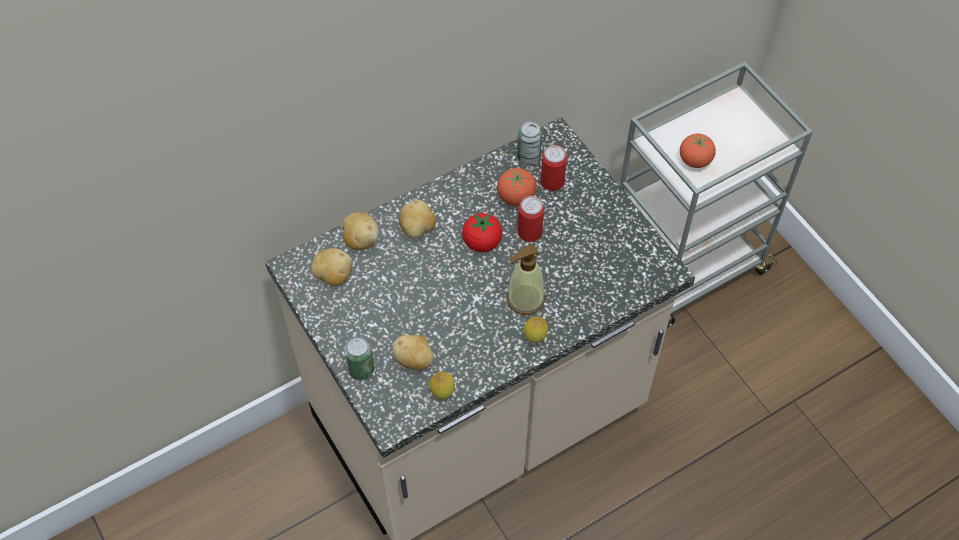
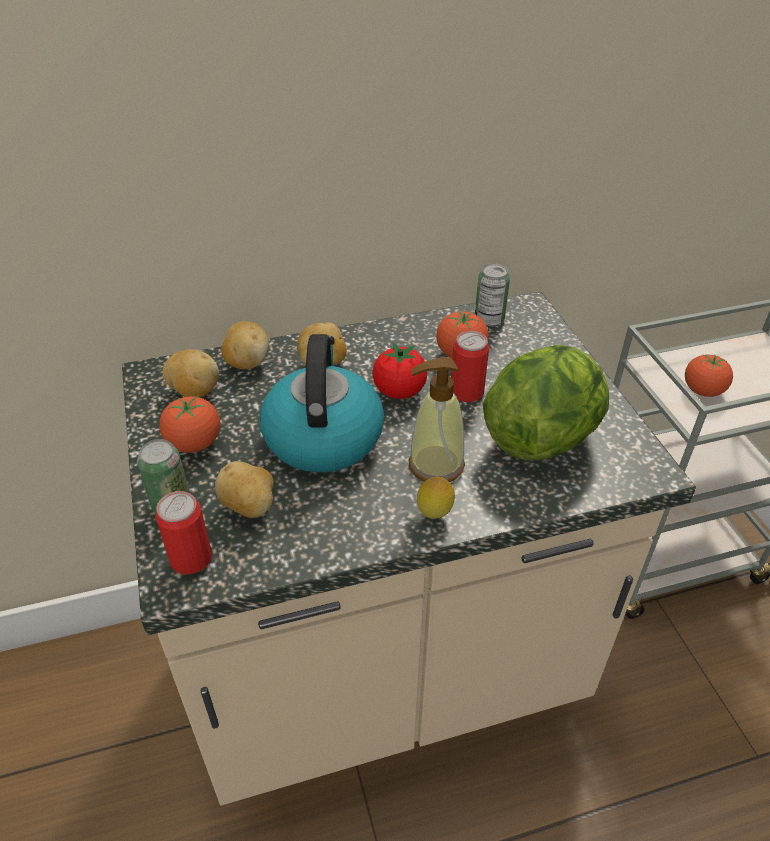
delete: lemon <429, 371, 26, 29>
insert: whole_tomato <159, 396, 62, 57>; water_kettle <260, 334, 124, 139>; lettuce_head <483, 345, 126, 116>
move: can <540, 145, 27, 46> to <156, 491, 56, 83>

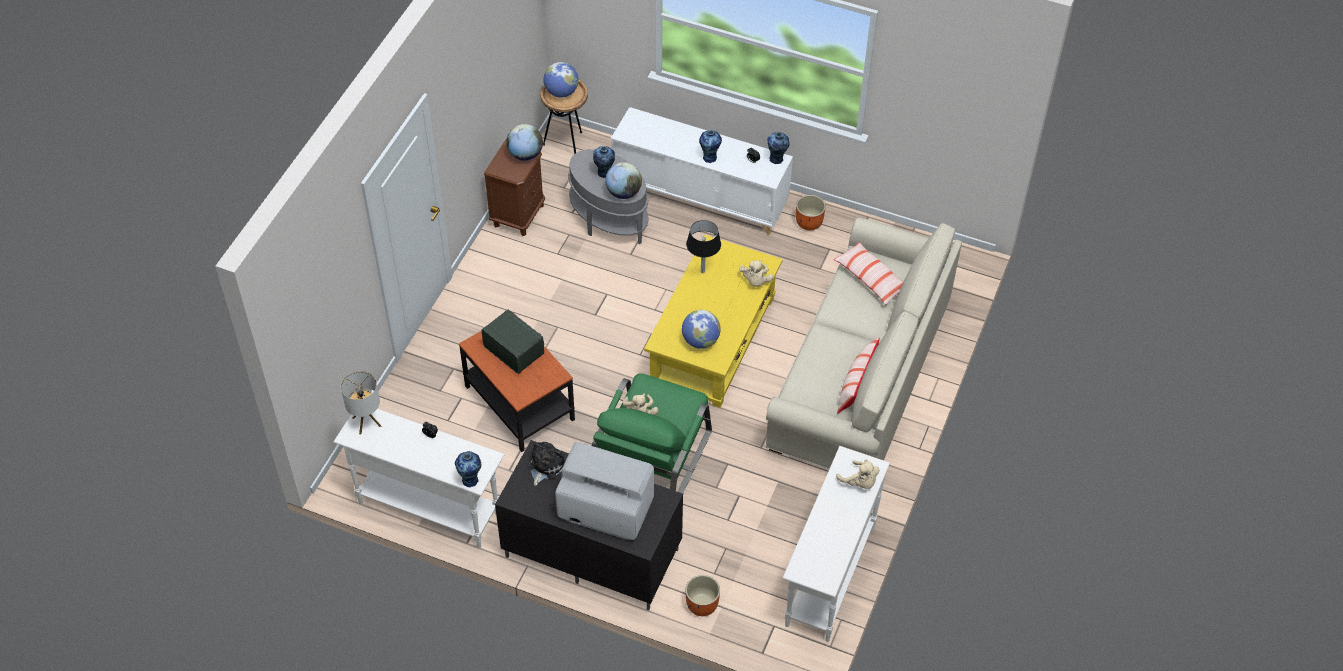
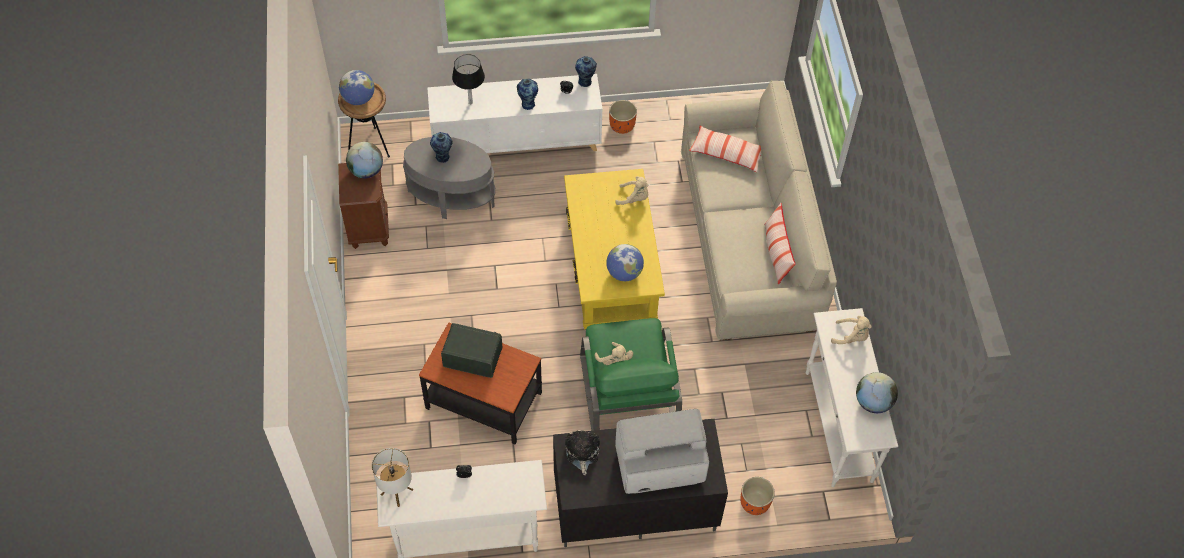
delete: vase <455, 451, 27, 37>
move: globe <605, 162, 37, 37> to <856, 372, 42, 41>; blackish_lamp_for_a_table <686, 220, 35, 53> to <452, 54, 33, 50>
rotate: sand-coloured_plush_toy <739, 260, 34, 27> = <615, 176, 34, 29> 45 degrees counterclockwise

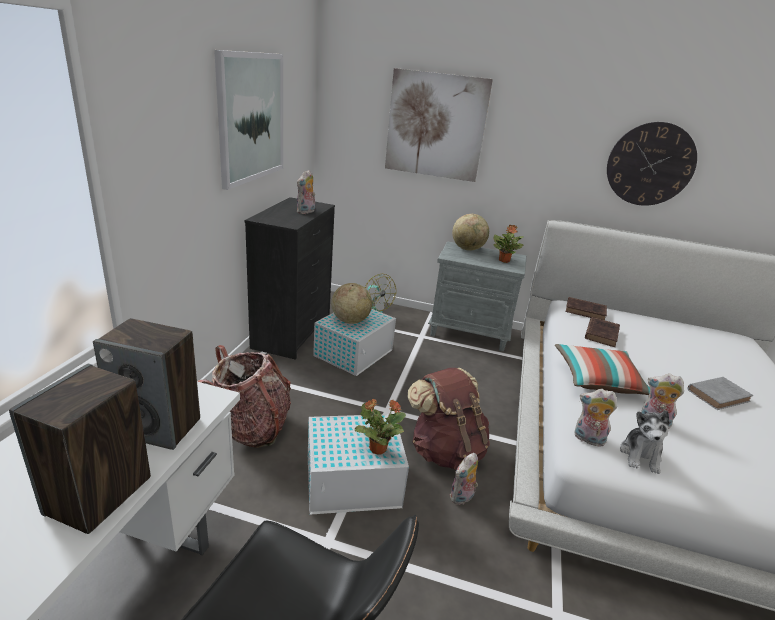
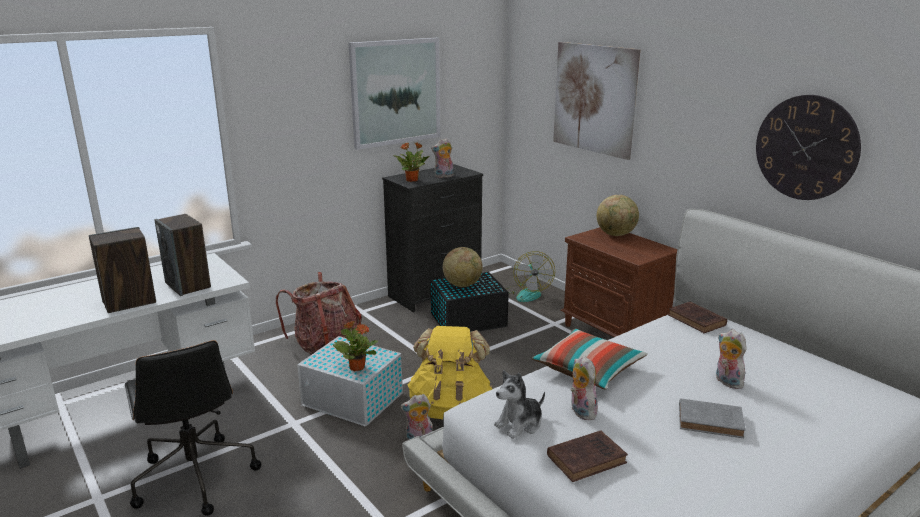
move: houseplant <493, 225, 31, 38> to <394, 142, 35, 40>; plush_toy <574, 389, 43, 59> to <716, 329, 32, 60>; brownish_bound_book <585, 317, 35, 30> to <547, 430, 81, 52>
recolor: white-coloured_storage_container <313, 309, 83, 67> to blackish_storage_container <431, 272, 78, 60>; brownish_backpack <408, 368, 82, 102> to yellow_backpack <408, 326, 84, 93>; greyish_nightstand <428, 242, 99, 109> to brownish_nightstand <560, 227, 117, 110>

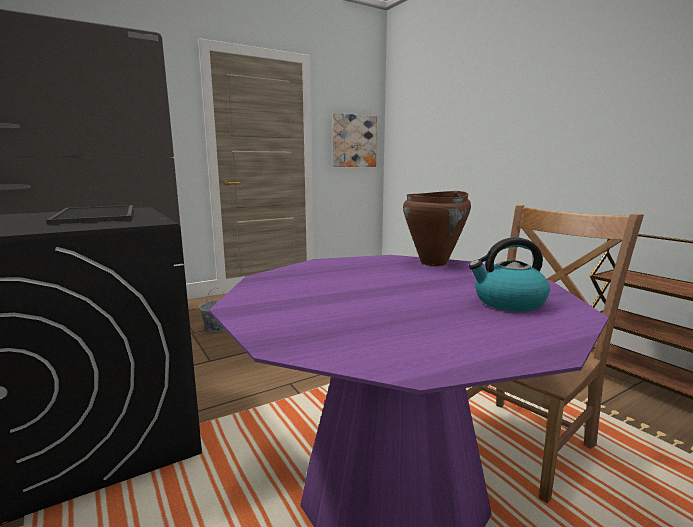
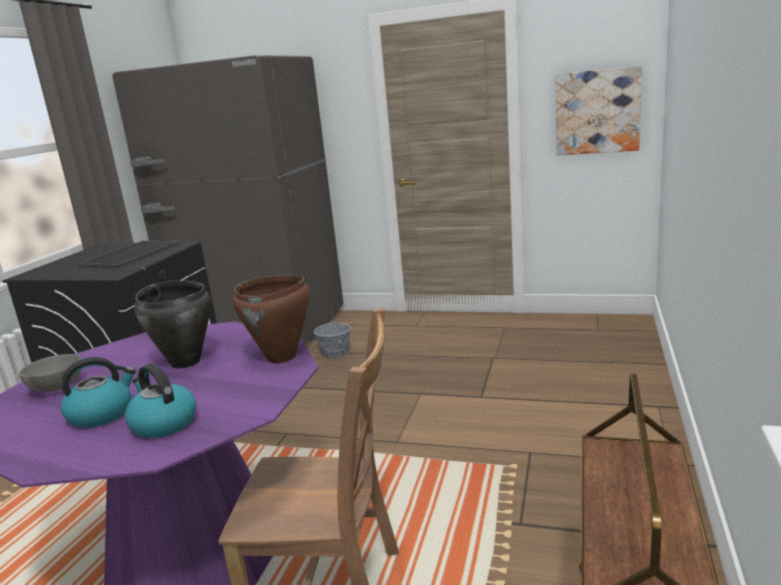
insert: greyish_deep_dish <19, 354, 62, 38>; water_kettle <61, 357, 75, 71>; blackish_stockpot <134, 280, 77, 88>

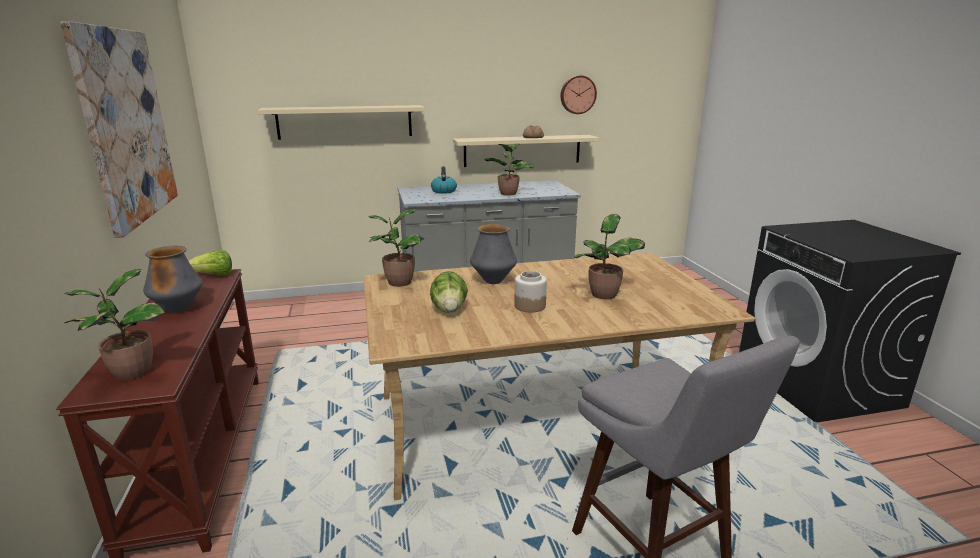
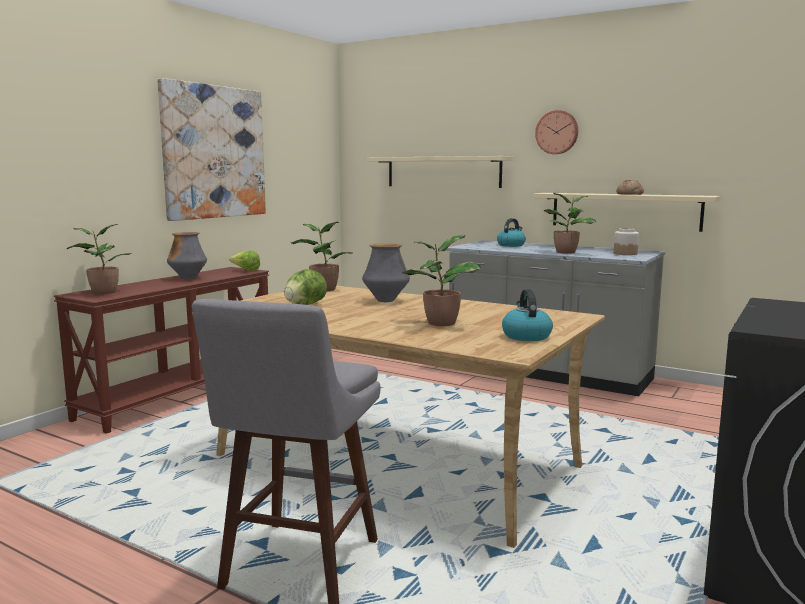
insert: water_kettle <502, 289, 51, 52>
move: storage_jar <514, 271, 33, 42> to <614, 228, 25, 27>; wall_clock <561, 75, 36, 39> to <535, 110, 43, 44>

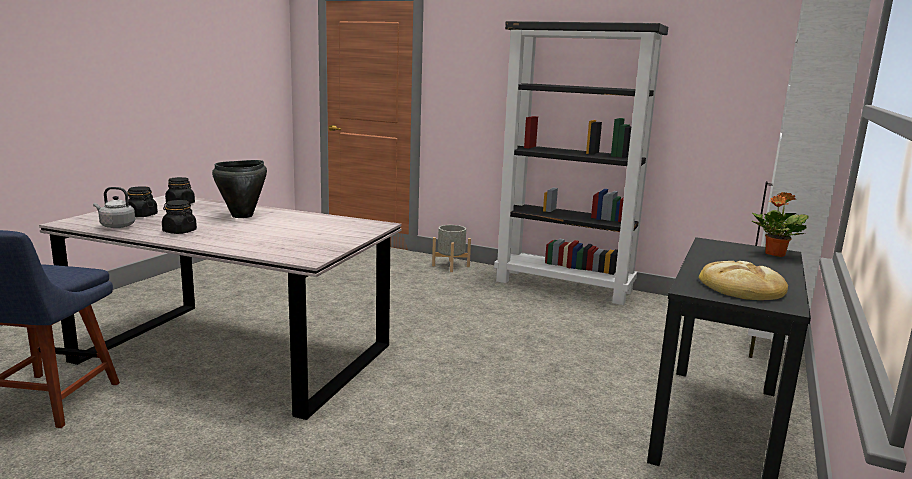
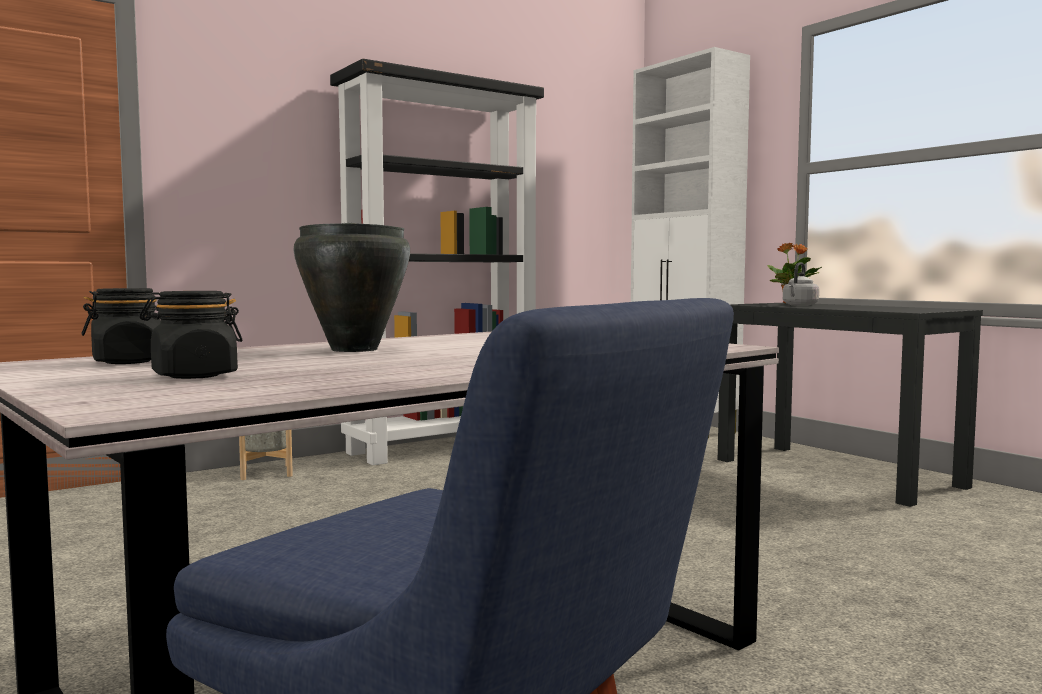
delete: blackish_storage_jar <162, 200, 35, 34>; bakery_bread <699, 261, 89, 39>
move: greyish_water_kettle <93, 187, 42, 41> to <783, 262, 36, 44>

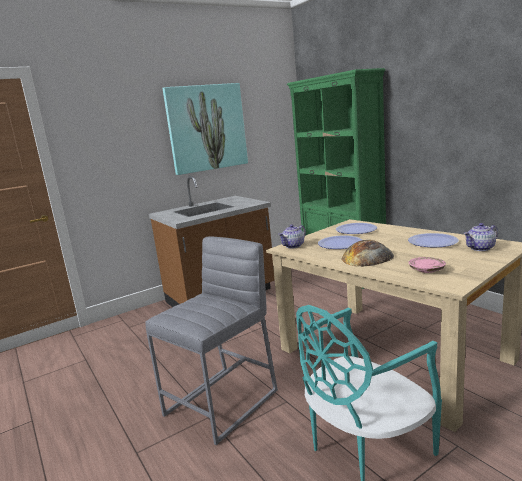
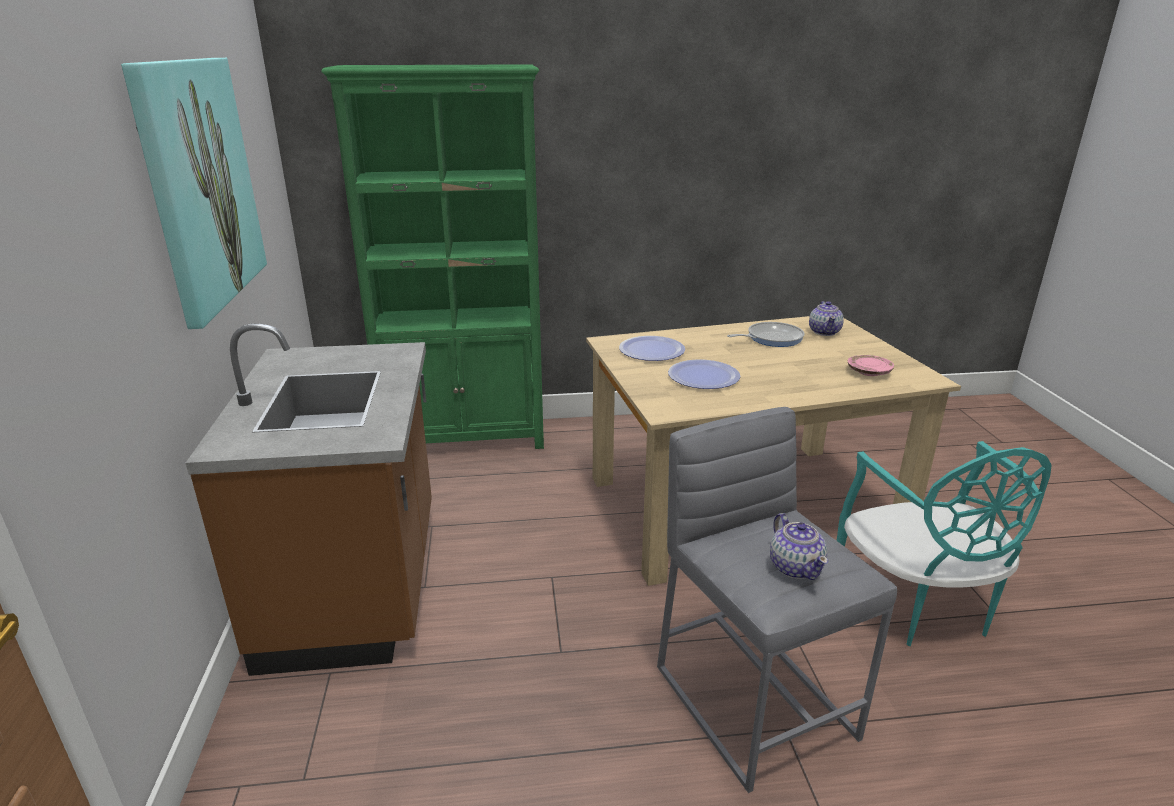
delete: bakery_bread <341, 240, 53, 27>
move: teapot <278, 224, 28, 24> to <770, 513, 58, 67>
replace: plate <408, 233, 51, 14> to skillet <727, 322, 78, 25>

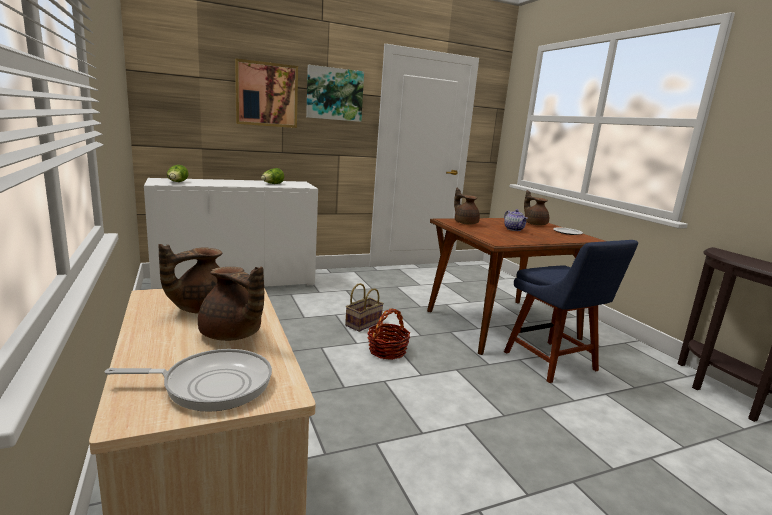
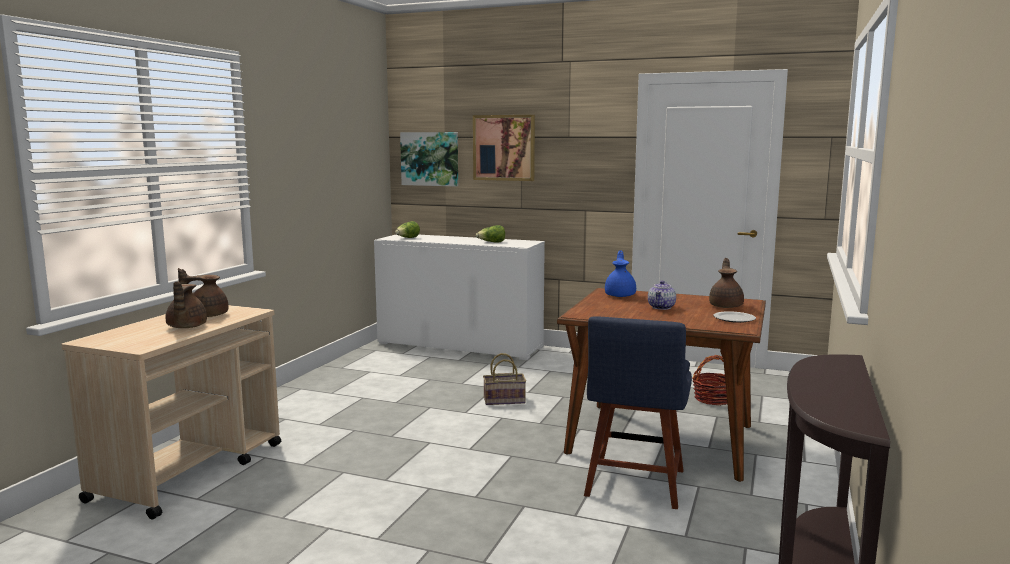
delete: skillet <105, 349, 167, 63>
move: wall_picture <306, 65, 58, 57> to <400, 132, 58, 54>; storage_basket <367, 308, 43, 52> to <692, 355, 35, 50>
recolor: brownish_teapot <454, 187, 26, 38> to blue_teapot <605, 250, 31, 47>

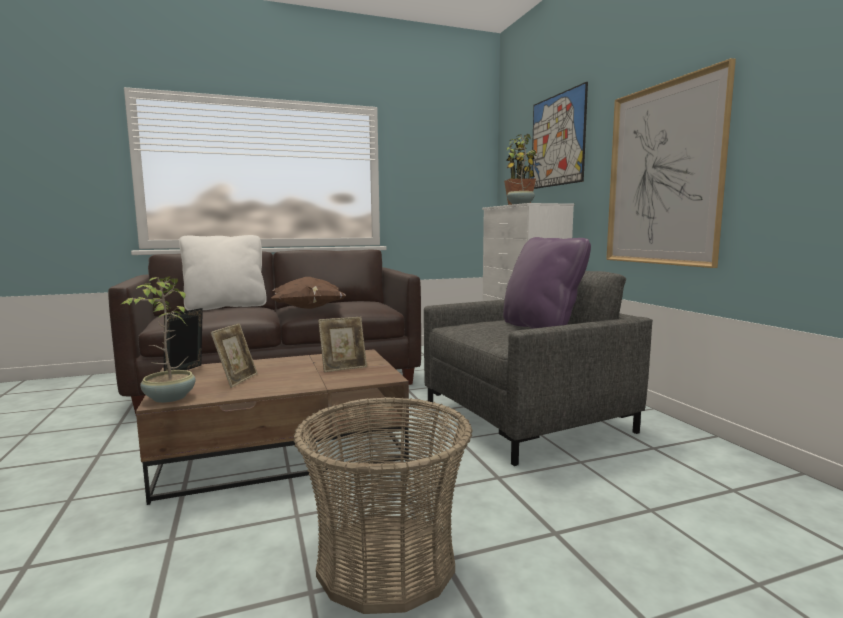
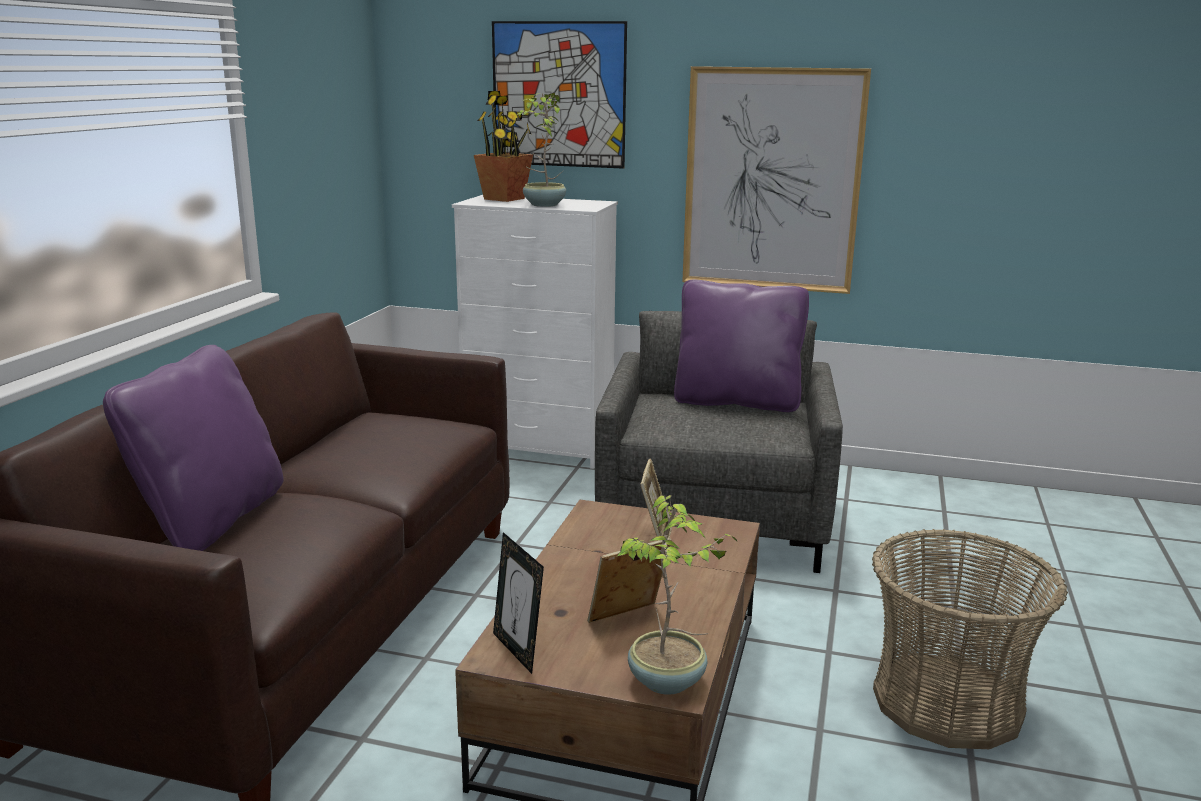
delete: brownish_throw_pillow <271, 277, 75, 32>
recolor: white-coloured_throw_pillow <179, 235, 88, 76> to purplish_throw_pillow <103, 345, 181, 206>
rotate: picture_frame <210, 323, 48, 65> = <587, 538, 84, 85> 75 degrees counterclockwise

